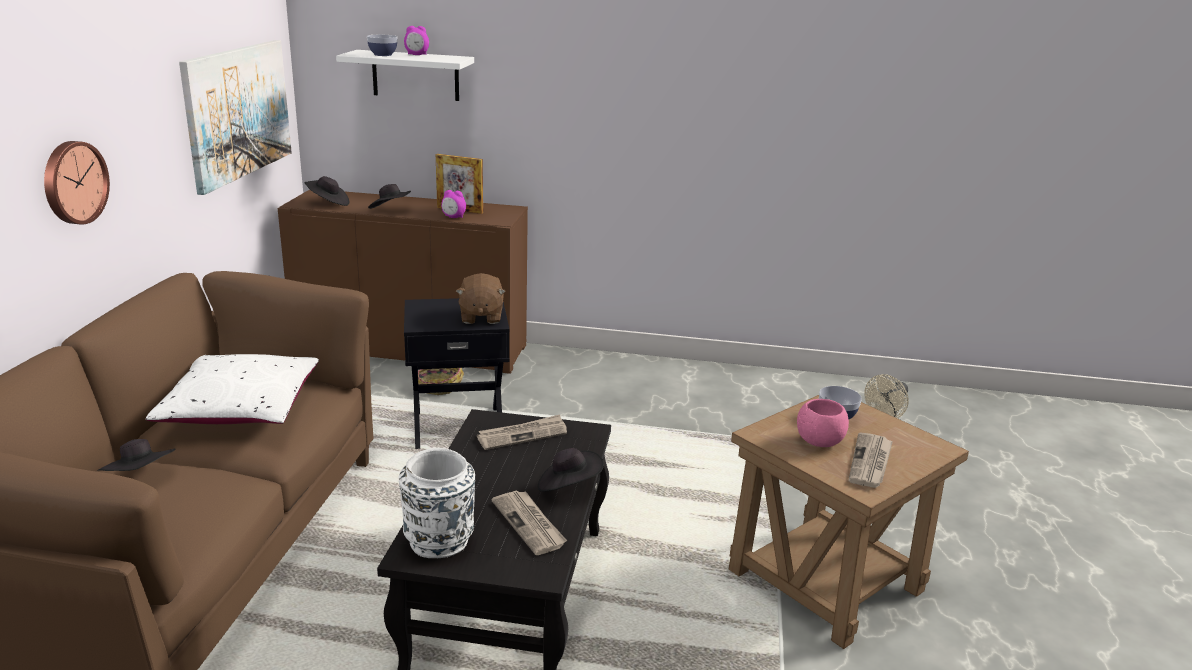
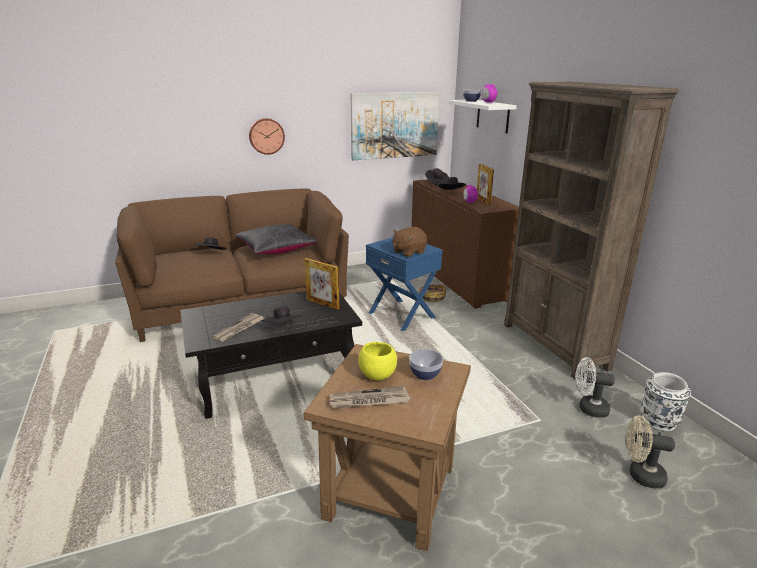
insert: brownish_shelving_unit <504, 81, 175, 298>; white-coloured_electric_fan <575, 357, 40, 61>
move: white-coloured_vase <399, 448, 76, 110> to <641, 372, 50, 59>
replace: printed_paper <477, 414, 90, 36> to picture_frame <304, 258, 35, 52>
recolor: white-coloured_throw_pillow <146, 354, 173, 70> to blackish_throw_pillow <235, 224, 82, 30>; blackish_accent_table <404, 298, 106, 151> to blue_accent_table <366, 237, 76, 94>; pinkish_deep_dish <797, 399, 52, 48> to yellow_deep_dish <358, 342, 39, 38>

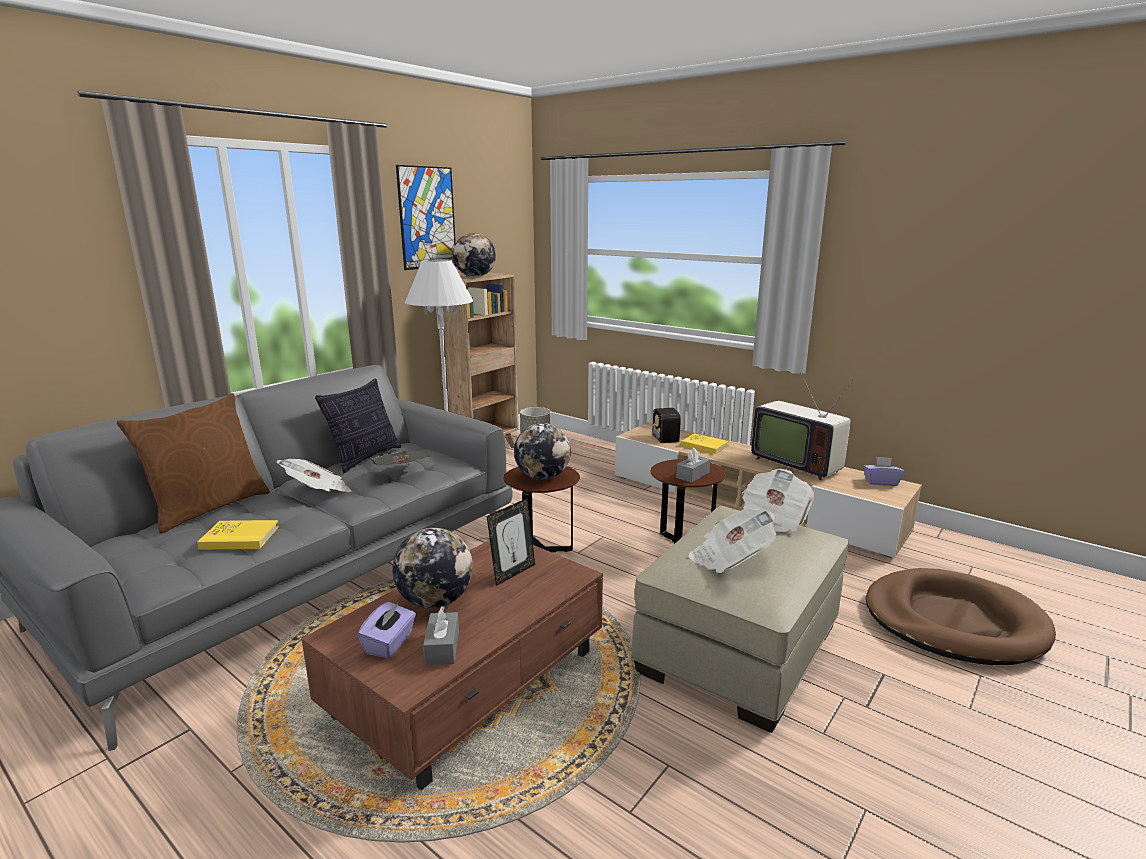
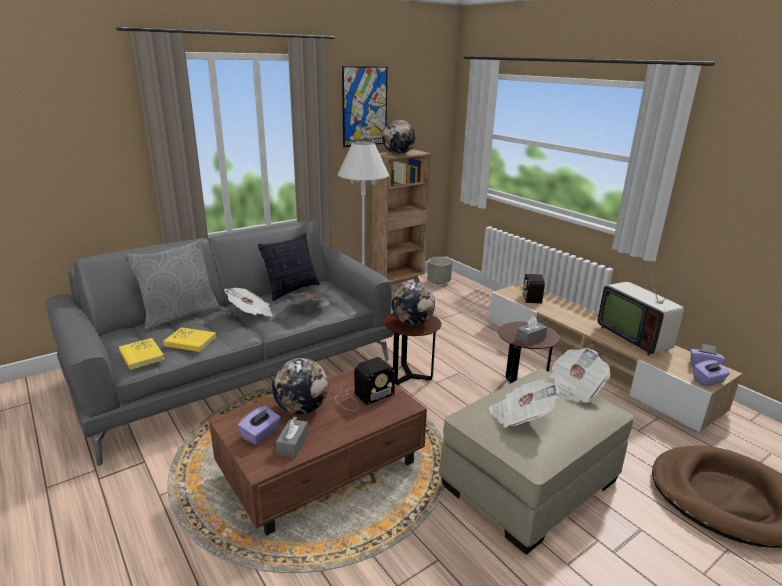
insert: purplish_box_of_tissues <693, 360, 37, 26>
move: yellow_bound_book <681, 434, 48, 20> to <119, 338, 46, 32>
replace: picture_frame <487, 498, 48, 88> to radio_receiver <335, 357, 60, 54>
recolor: brownish_throw_pillow <117, 393, 153, 141> to greyish_throw_pillow <124, 239, 96, 92>

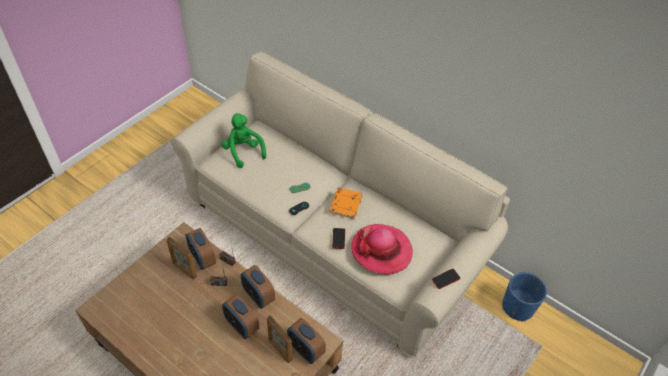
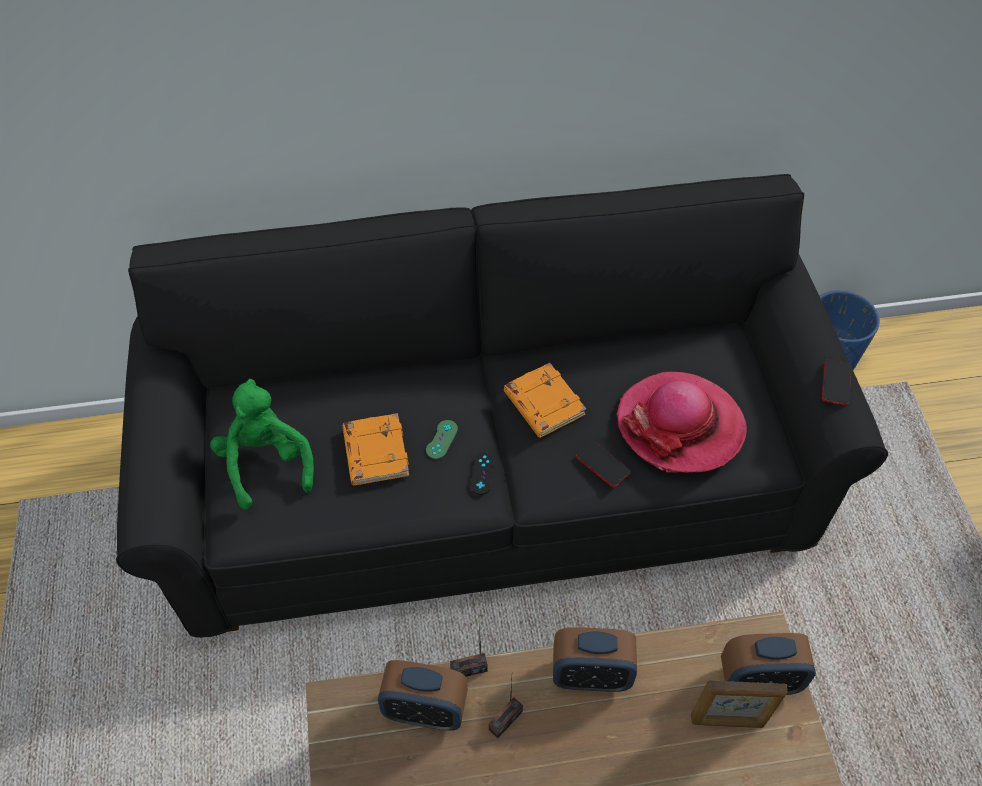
delete: picture_frame <166, 237, 31, 42>; table_clock <222, 294, 37, 45>
insert: orange_bound_book <342, 413, 67, 72>
recolor: sand-coloured_sofa <171, 51, 339, 307> to blackish_sofa <116, 174, 772, 464>
rotate: greenish_plush_toy <221, 113, 45, 55> = <210, 379, 104, 131> 60 degrees clockwise

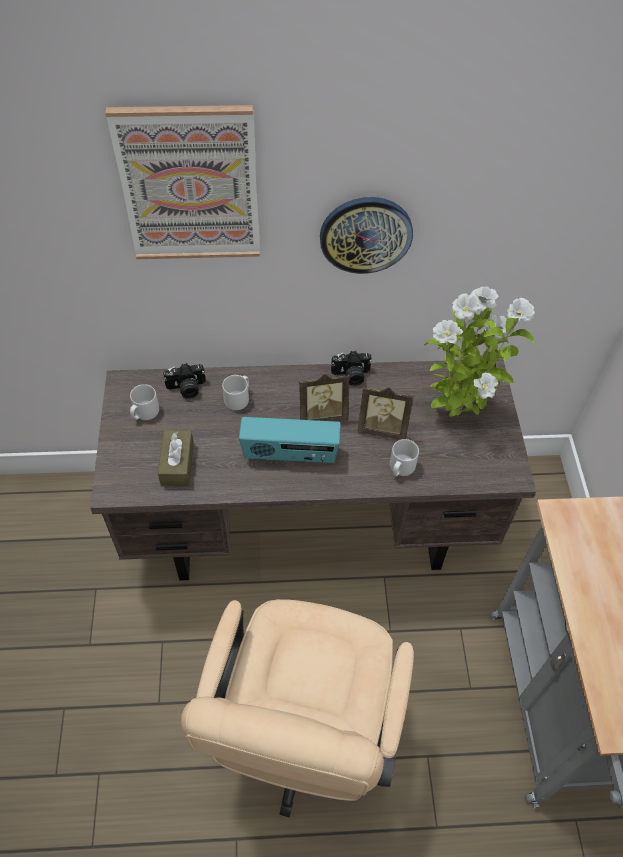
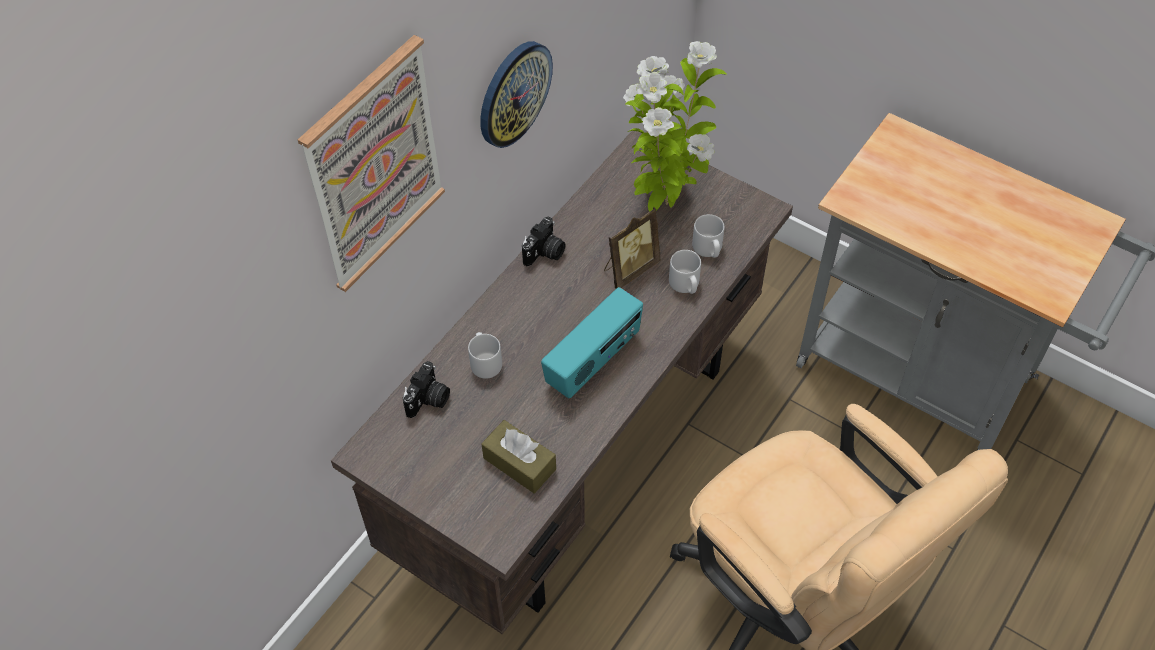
delete: picture_frame <299, 374, 51, 48>
move: greyish_tea_mug <130, 384, 29, 36> to <692, 214, 32, 44>

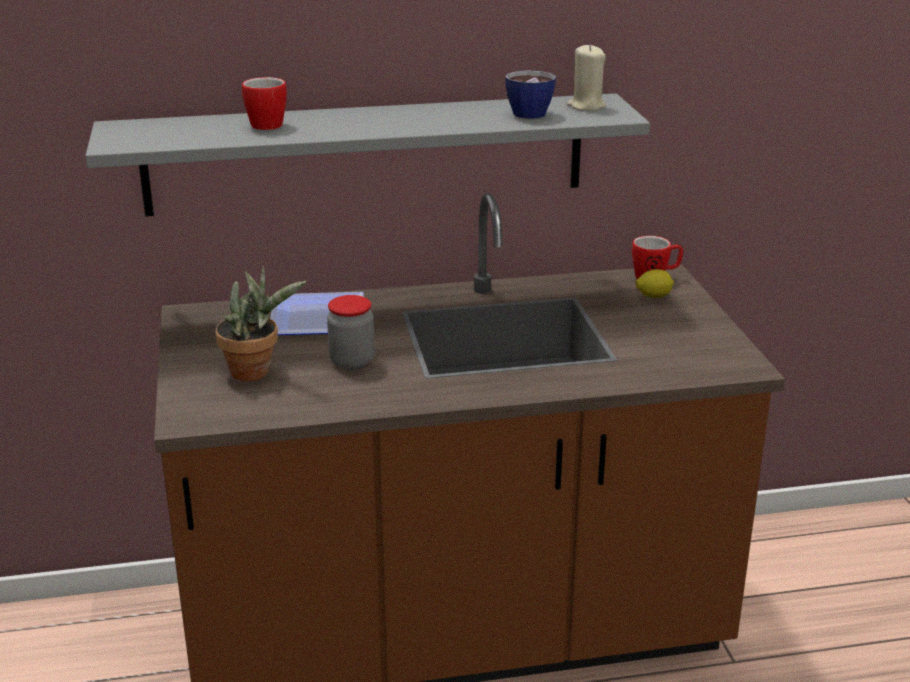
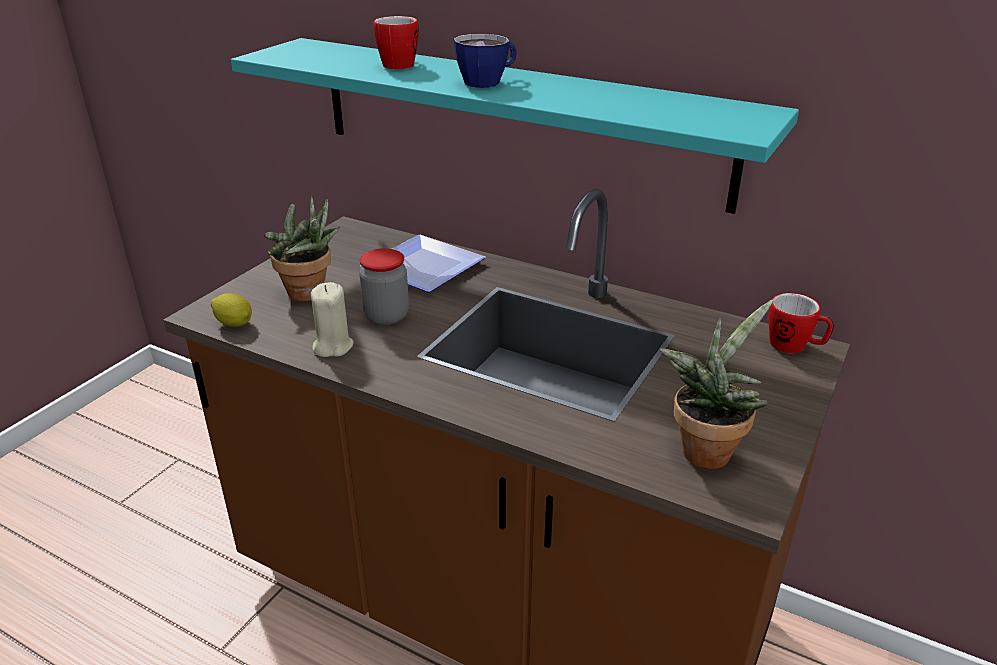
insert: houseplant <659, 300, 114, 169>
move: drinking_cup <505, 70, 51, 49> to <454, 34, 63, 54>; sand-coloured_wax_light <567, 44, 39, 67> to <311, 282, 43, 75>; lemon <635, 269, 39, 29> to <211, 293, 41, 34>
recolor: greyish_bracket_shelf <85, 93, 565, 123> to turquoise-coloured_bracket_shelf <231, 38, 568, 176>

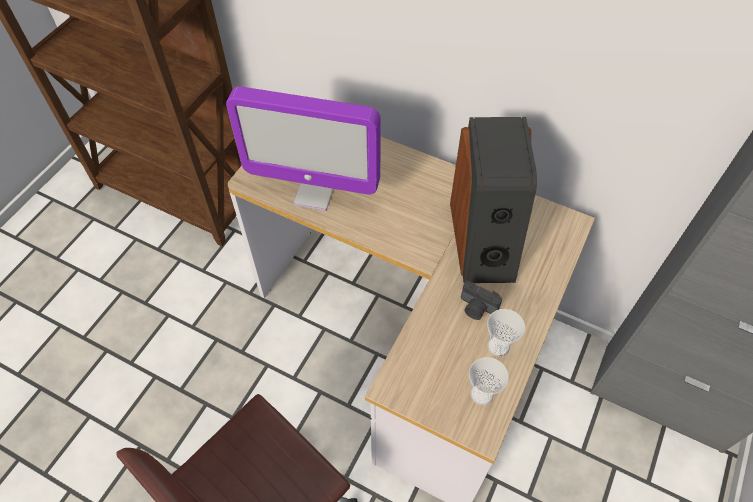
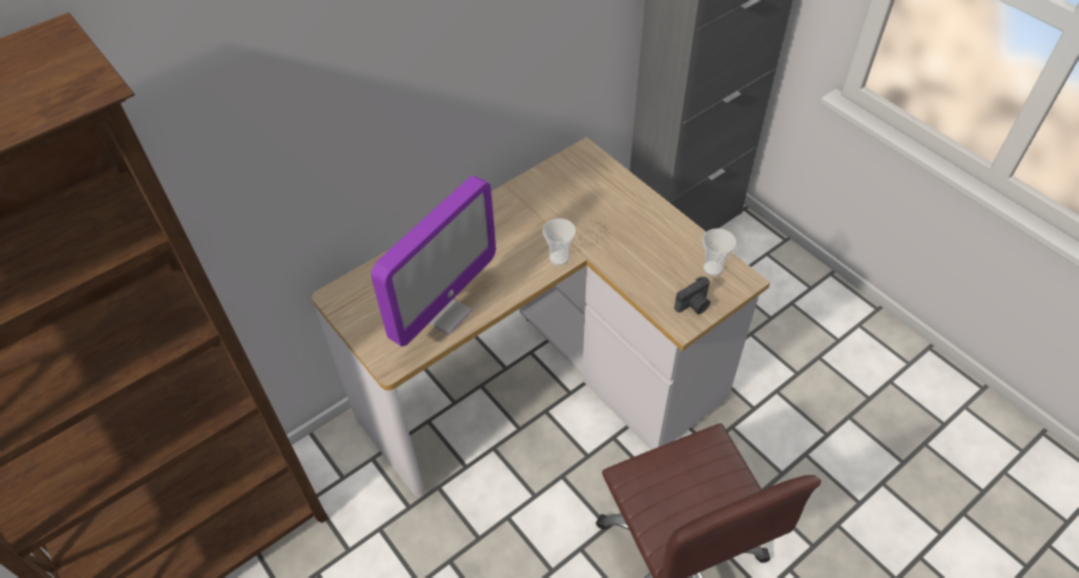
delete: audio_speaker <450, 117, 87, 166>
move: still_camera <461, 281, 41, 39> to <674, 276, 37, 38>; drinking_cup <487, 309, 38, 48> to <543, 218, 33, 48>

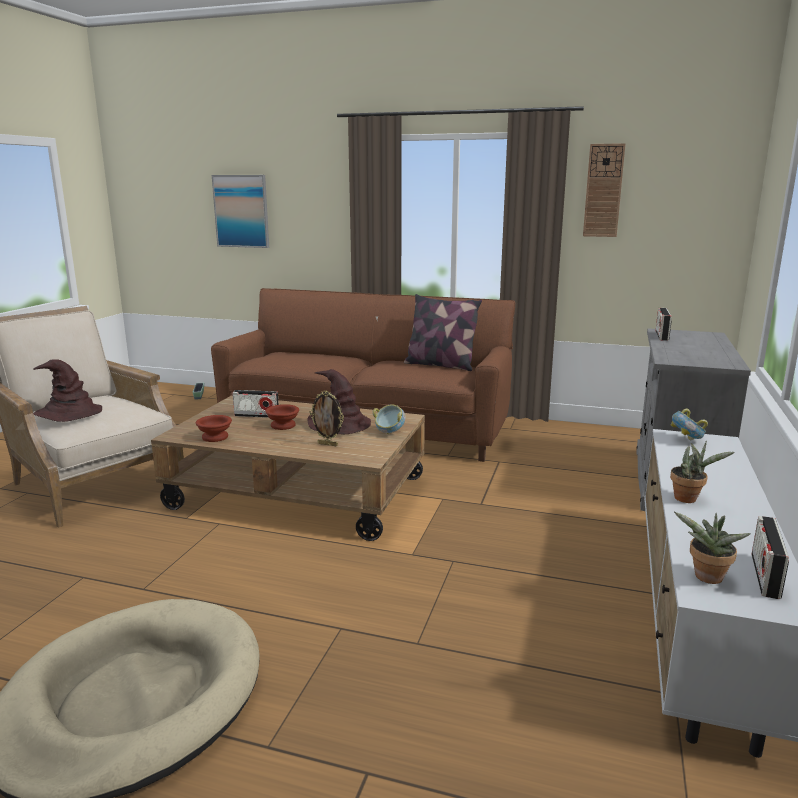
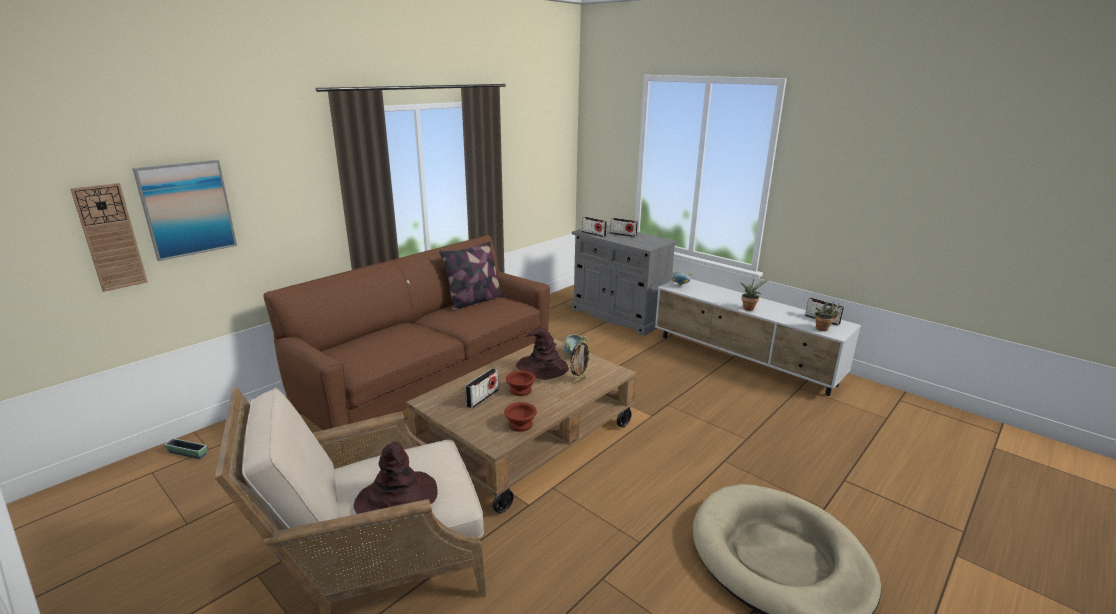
insert: radio_receiver <610, 218, 28, 19>
move: wall_clock <583, 143, 43, 94> to <70, 183, 78, 109>

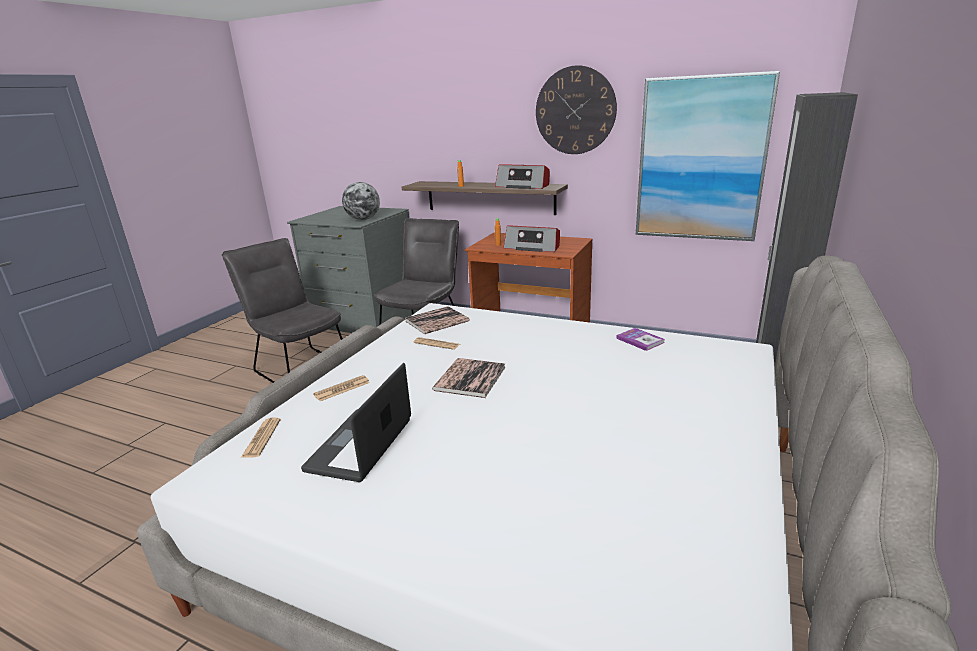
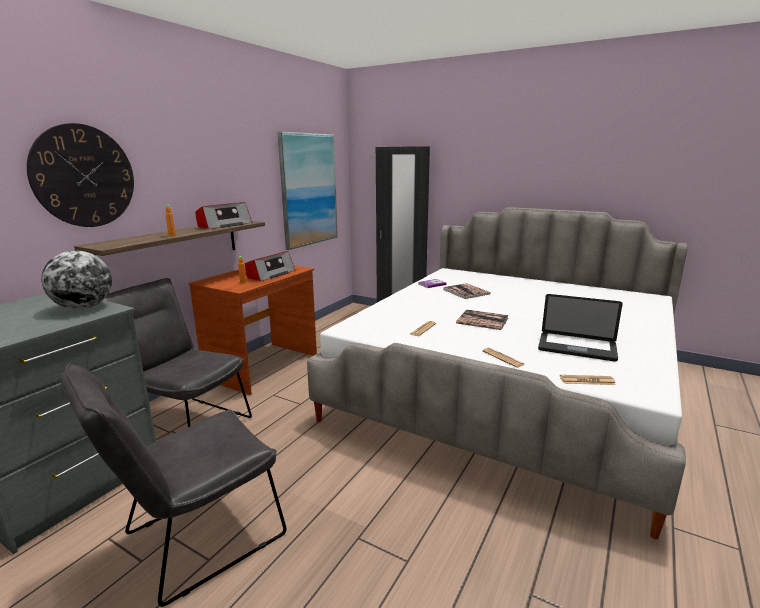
move: bound_book <405, 306, 65, 28> to <444, 283, 47, 16>; wall_clock <536, 65, 81, 89> to <27, 123, 107, 104>

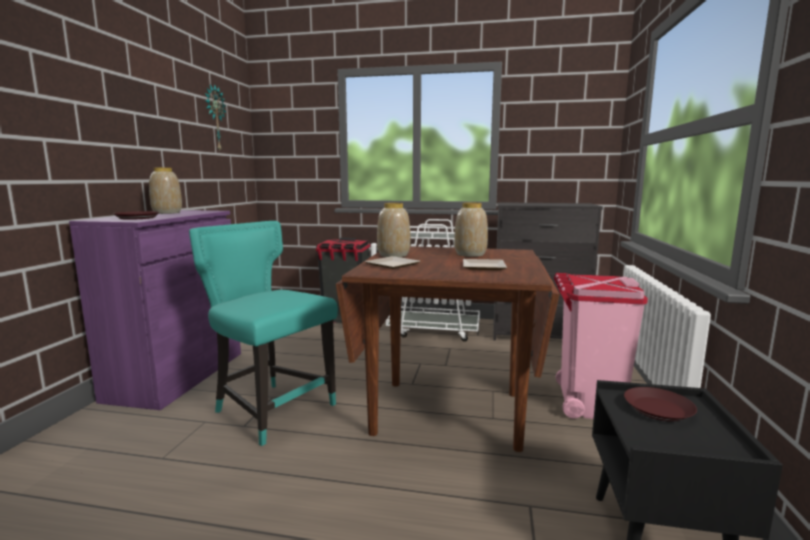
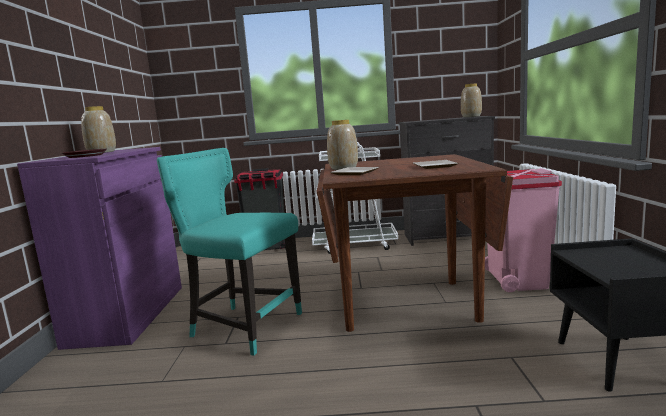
delete: wall_clock <205, 84, 21, 67>; brownish_plate <624, 387, 73, 34>
move: vase <454, 203, 34, 54> to <461, 83, 21, 34>

